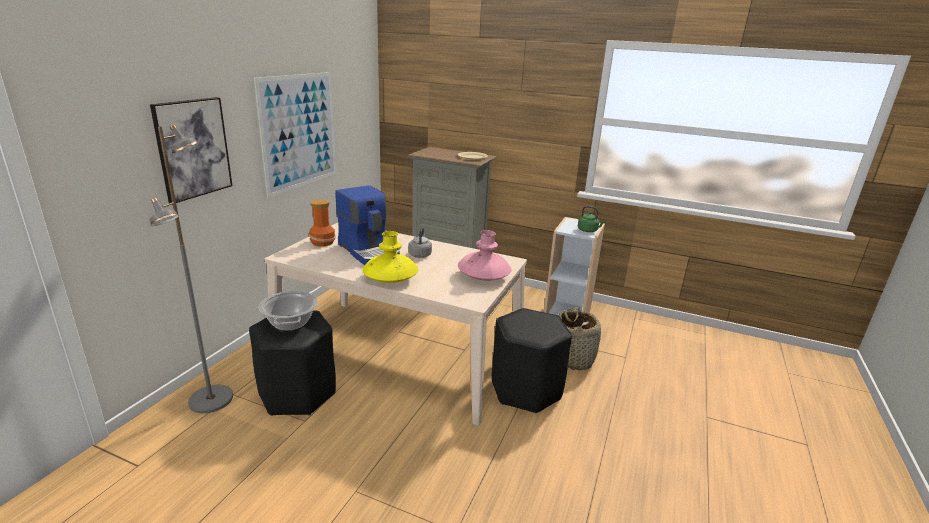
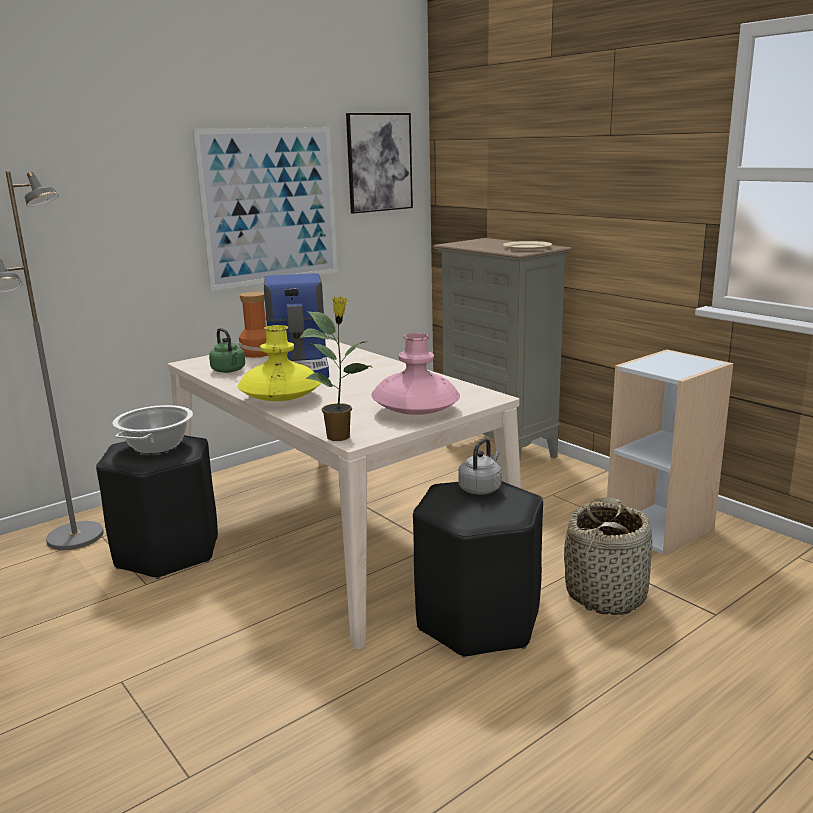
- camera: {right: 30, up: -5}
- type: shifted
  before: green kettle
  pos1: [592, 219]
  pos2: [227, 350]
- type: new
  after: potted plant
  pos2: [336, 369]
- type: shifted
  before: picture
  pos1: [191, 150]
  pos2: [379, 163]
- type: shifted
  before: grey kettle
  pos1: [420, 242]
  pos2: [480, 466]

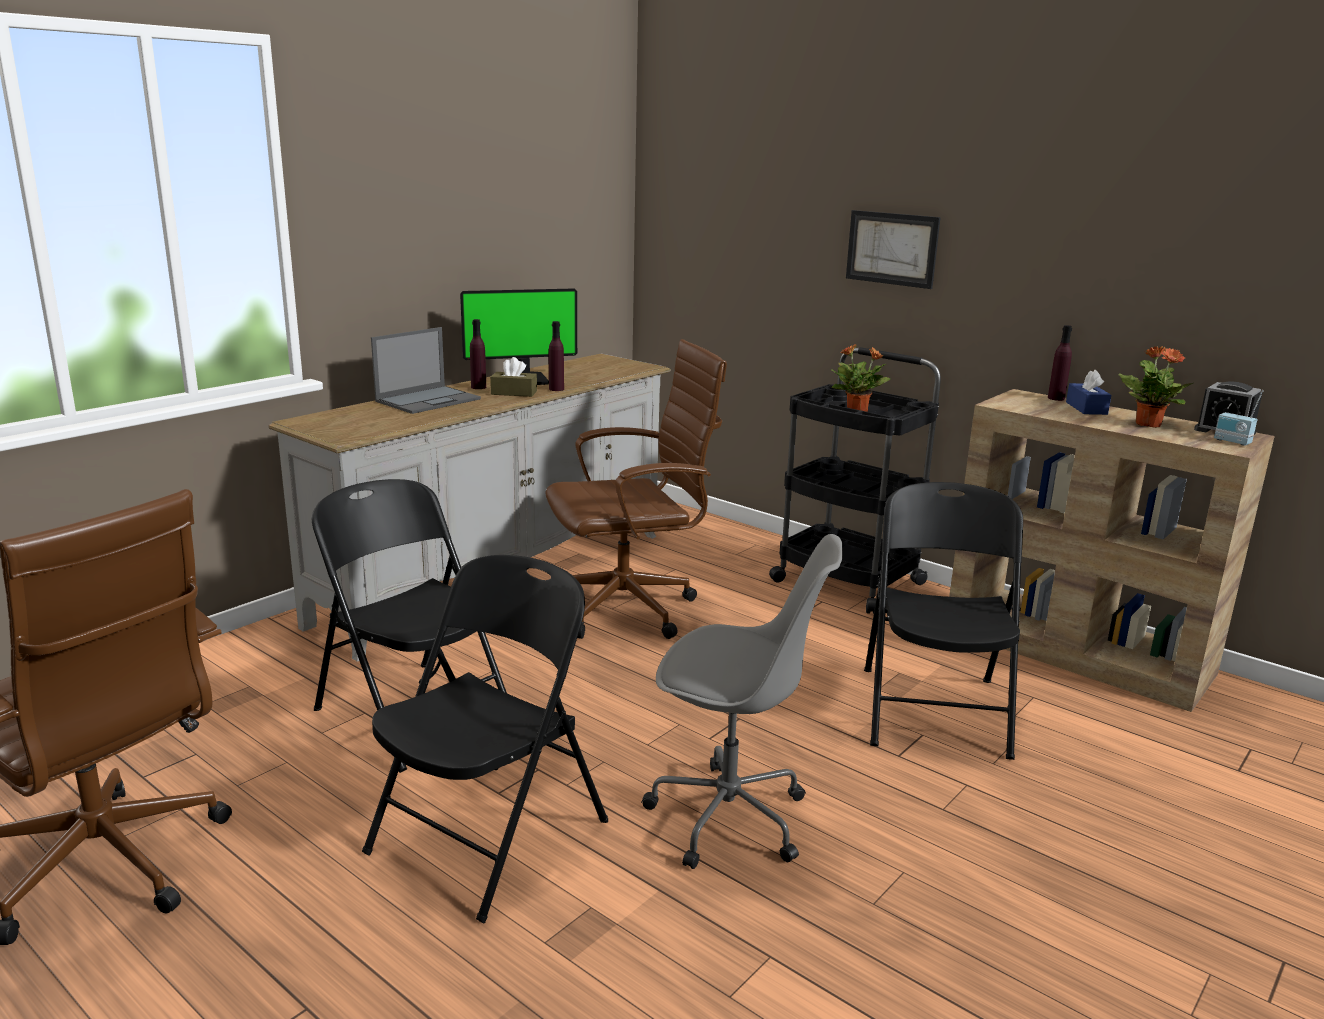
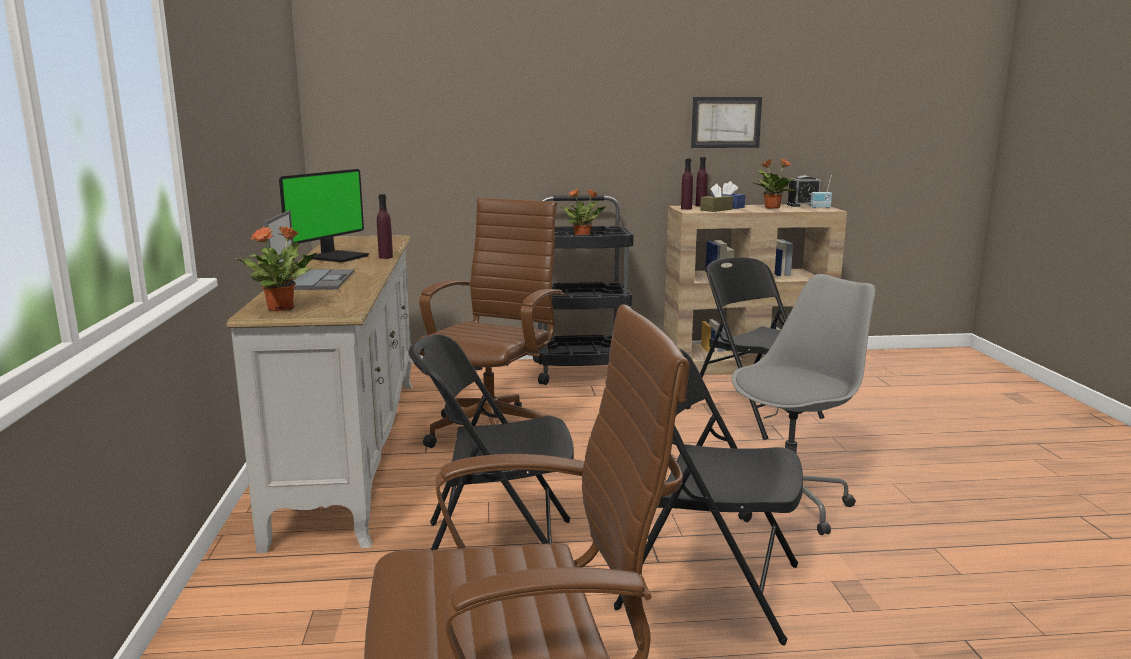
- camera: {right: -45, up: -5}
- type: new
  after: potted plant
  pos2: [276, 268]
- type: rotated
  before: black chair
  pos1: [485, 739]
  pos2: [708, 497]
  turn: -60
- type: shifted
  before: purple bottle
  pos1: [478, 354]
  pos2: [687, 184]
- type: shifted
  before: picture
  pos1: [893, 249]
  pos2: [726, 122]
- type: shifted
  before: brown tissue box
  pos1: [513, 377]
  pos2: [716, 197]

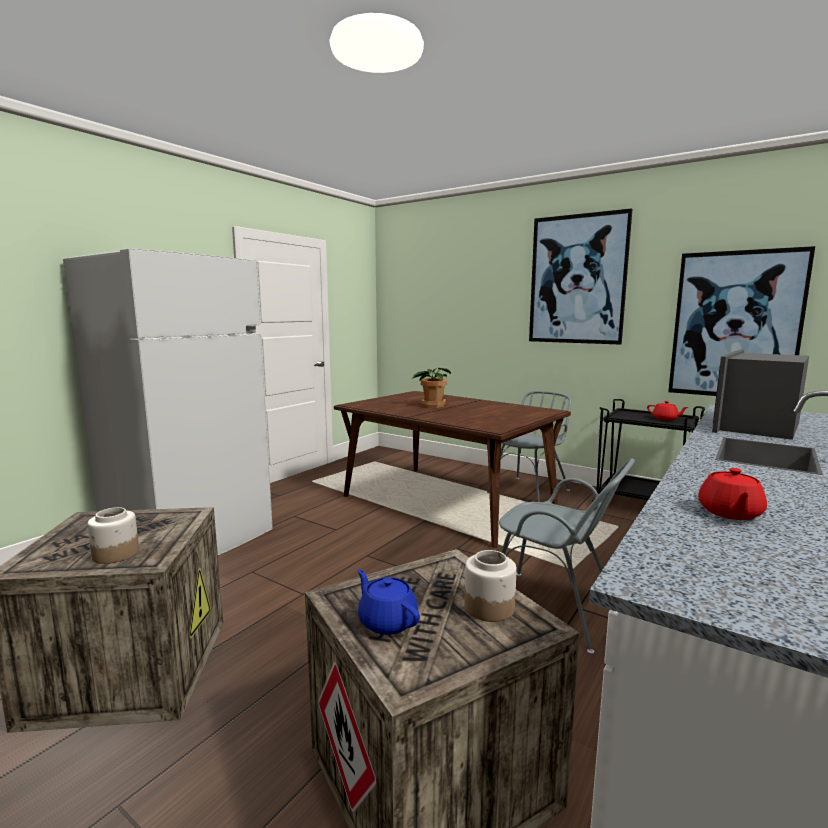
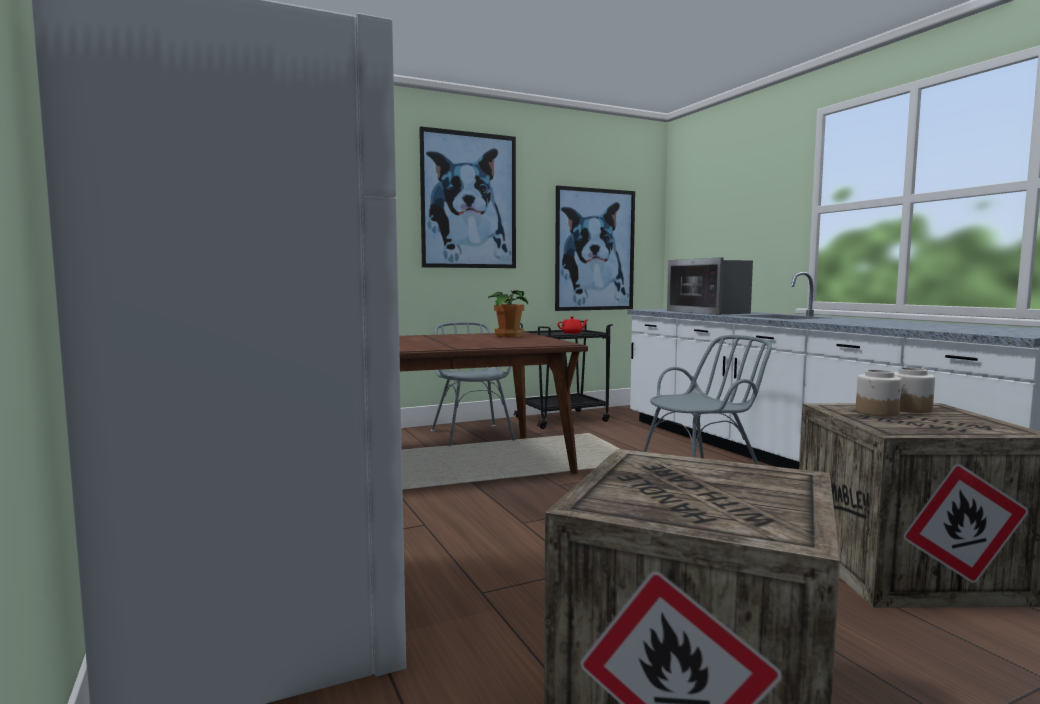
- camera: {right: -60, up: -5}
- type: shifted
  before: potted plant
  pos1: [431, 388]
  pos2: [508, 313]
- type: shifted
  before: jar
  pos1: [113, 535]
  pos2: [879, 393]
- type: gone
  before: blue teapot
  pos1: [388, 602]
- type: gone
  before: red teapot
  pos1: [732, 494]

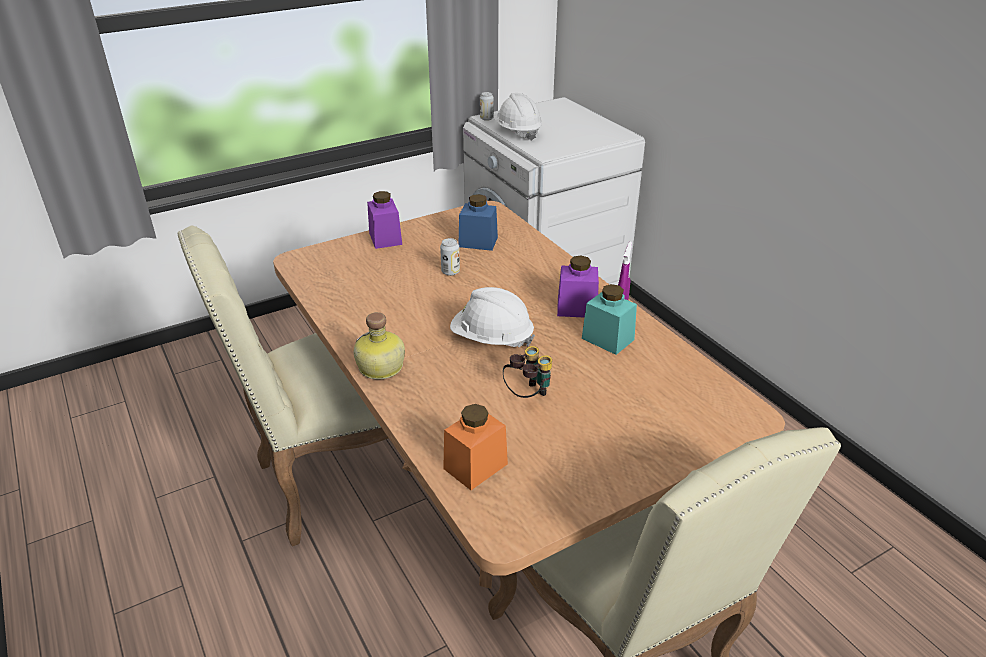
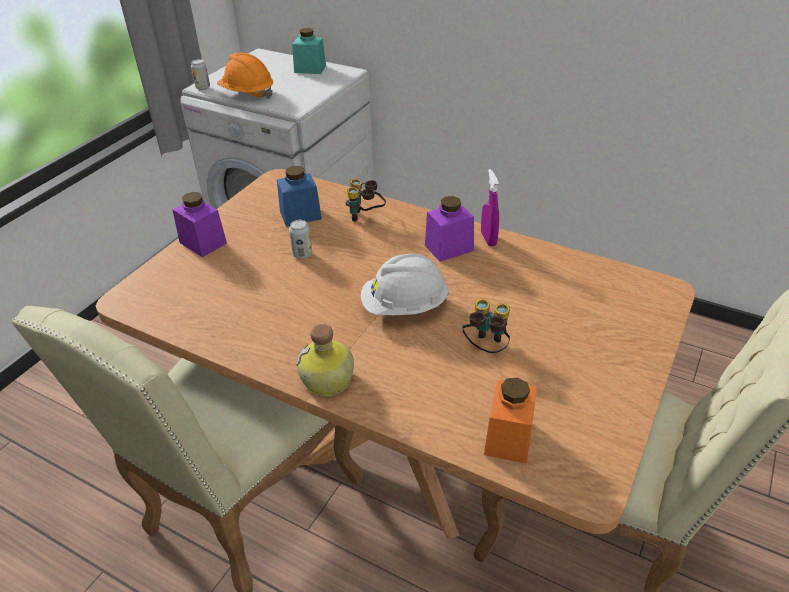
- camera: {right: -30, up: 5}
- type: repainted
  before: white hard hat
  after: orange hard hat
  pos1: [518, 117]
  pos2: [245, 76]
- type: shifted
  before: turquoise jar
  pos1: [609, 319]
  pos2: [309, 51]
- type: new
  after: binoculars
  pos2: [366, 200]

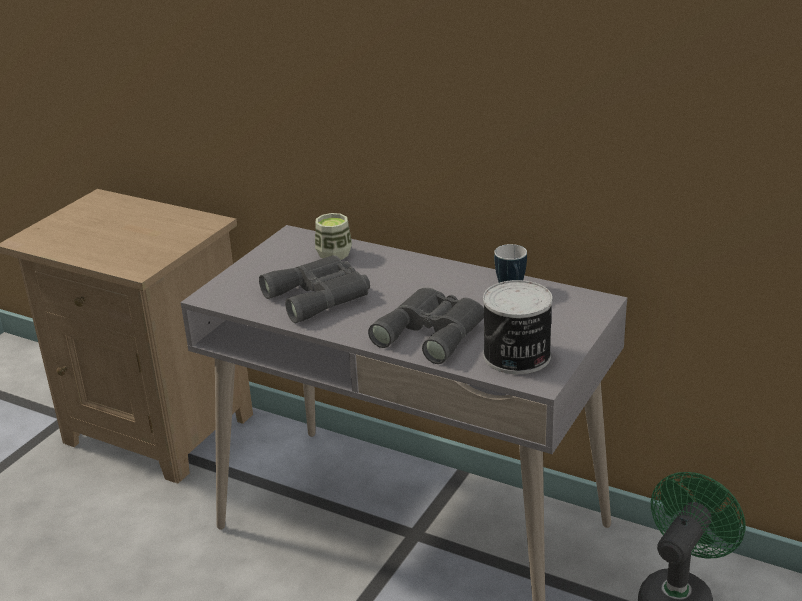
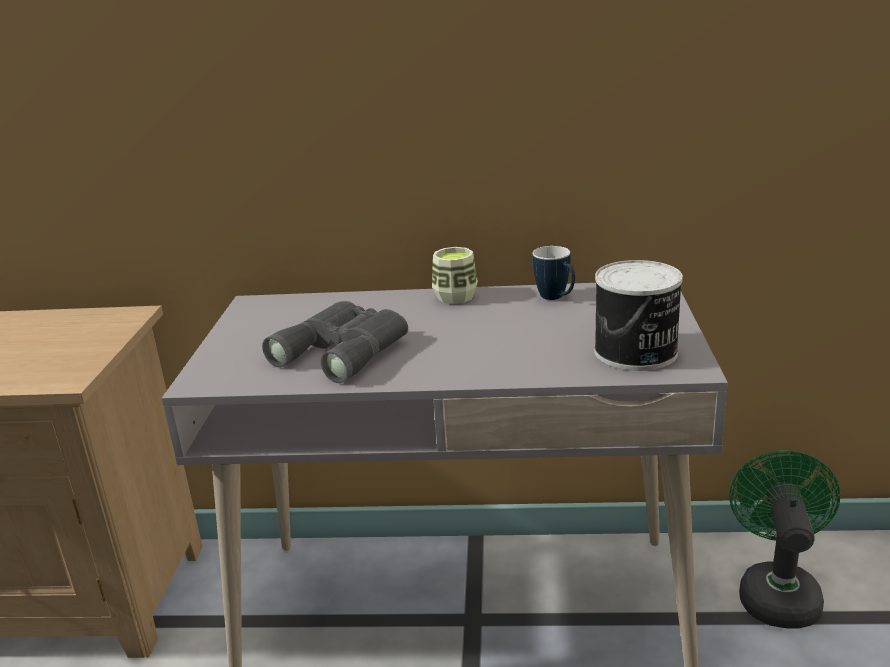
- camera: {right: -25, up: -5}
- type: shifted
  before: cup
  pos1: [333, 236]
  pos2: [455, 275]
- type: gone
  before: grey binoculars
  pos1: [426, 326]

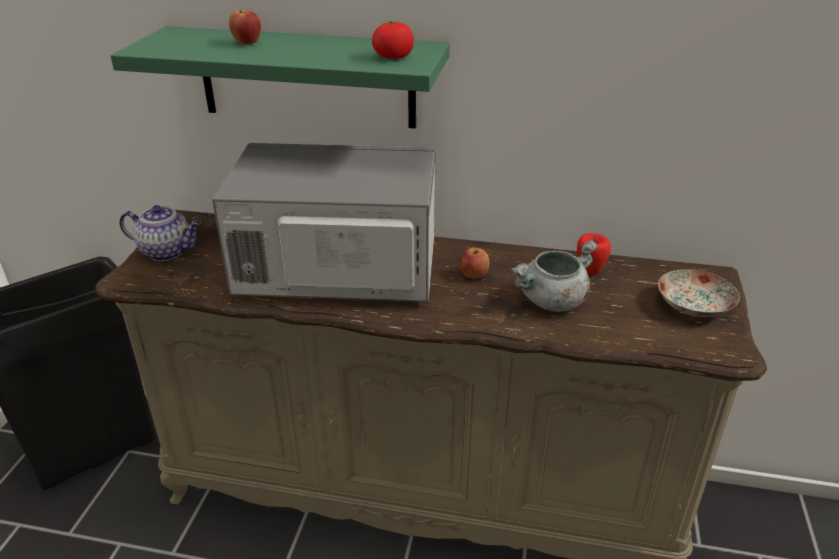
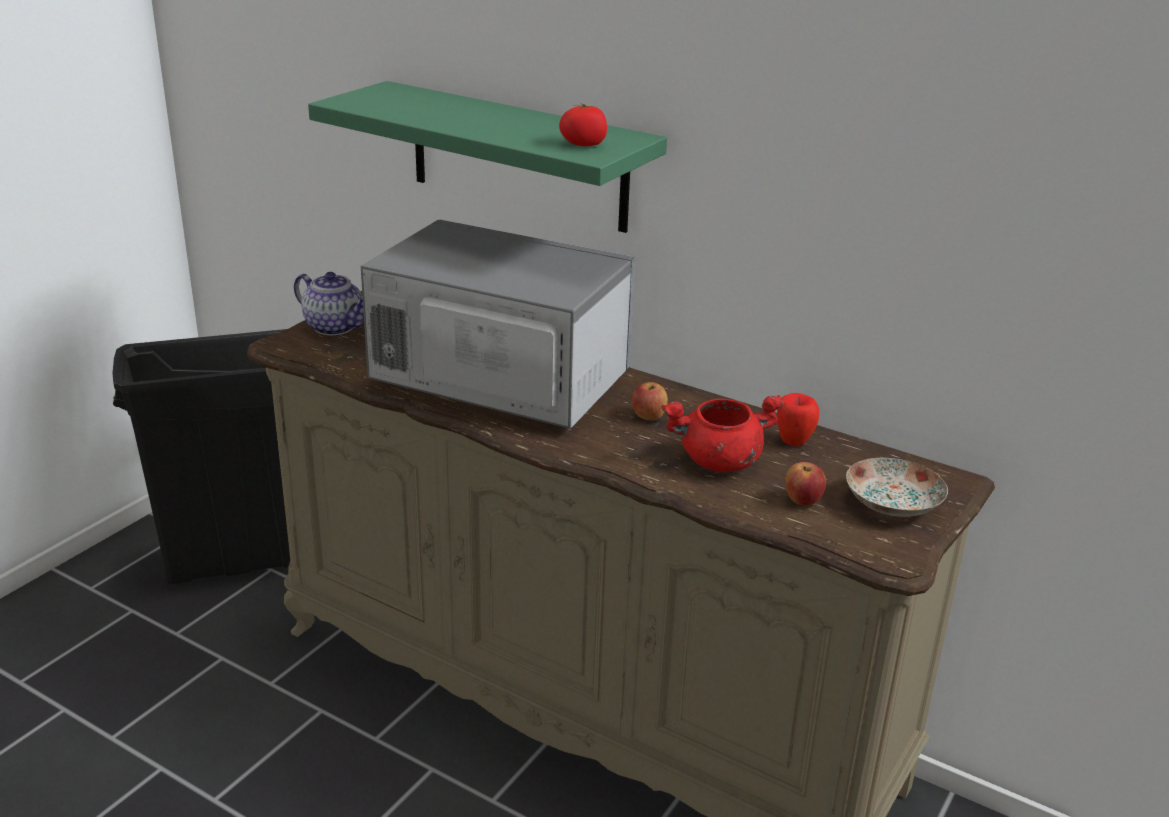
- camera: {right: 20, up: -5}
- type: repainted
  before: grey cooking pot
  after: red cooking pot
  pos1: [554, 276]
  pos2: [722, 433]
- type: shifted
  before: apple
  pos1: [245, 27]
  pos2: [805, 484]

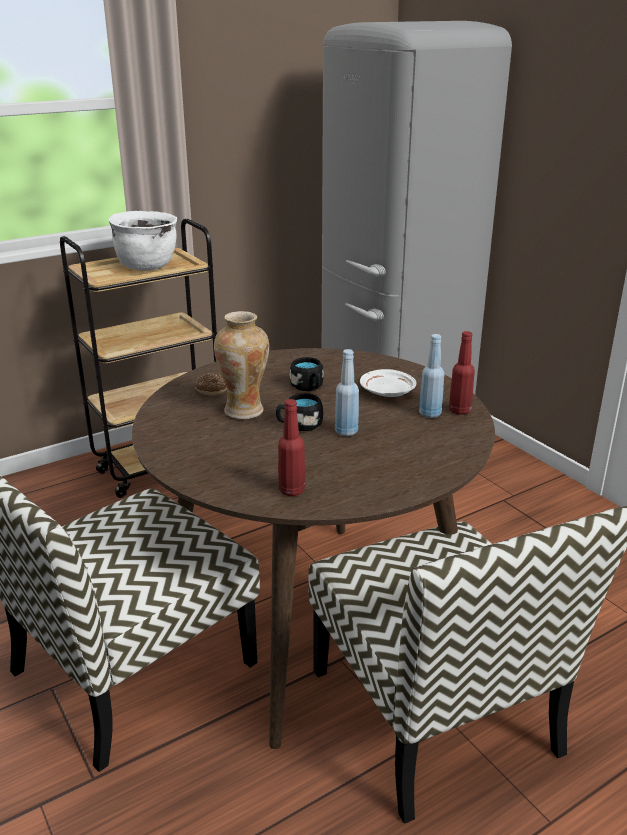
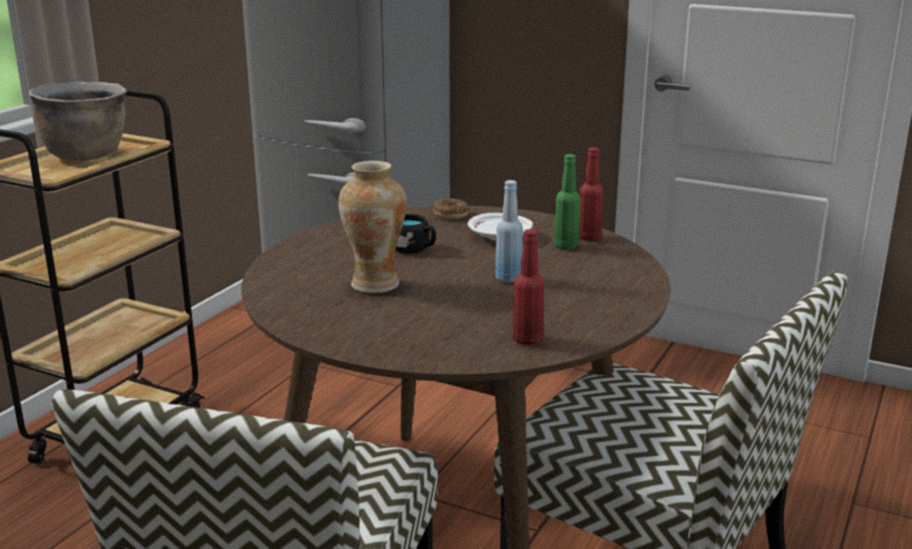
- camera: {right: -30, up: -5}
- type: repainted
  before: white cooking pot
  after: brown cooking pot
  pos1: [142, 241]
  pos2: [78, 121]
- type: shifted
  before: donut
  pos1: [211, 384]
  pos2: [451, 208]
- type: repainted
  before: blue bottle
  after: green bottle
  pos1: [431, 376]
  pos2: [567, 201]
- type: gone
  before: black mug
  pos1: [299, 412]

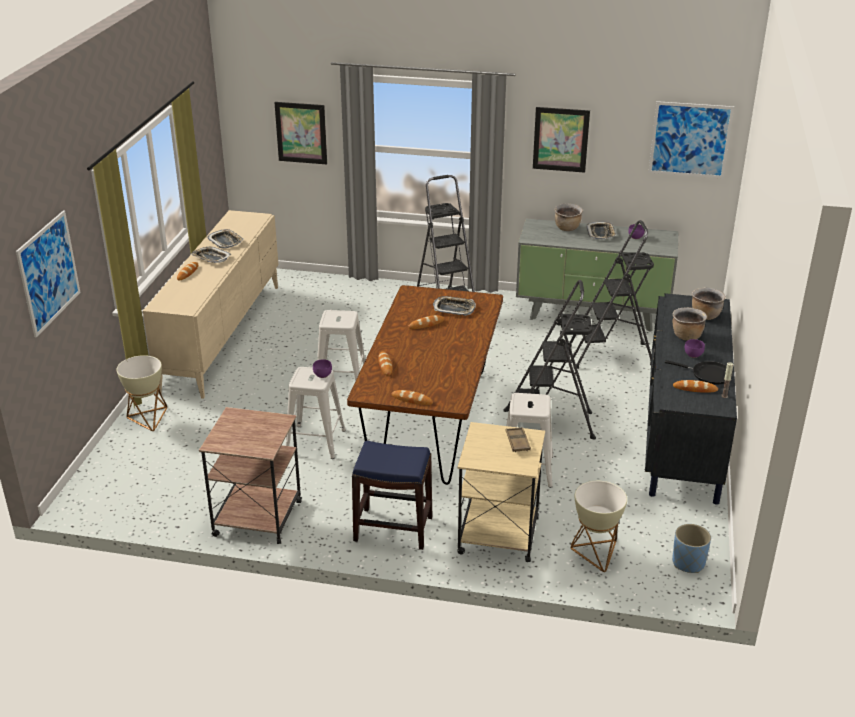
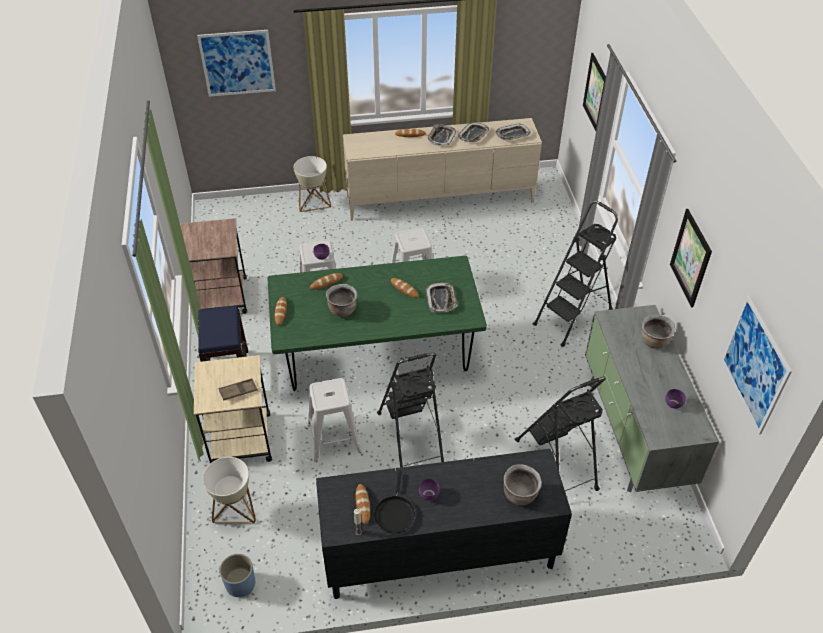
- camera: {right: 70, up: 15}
- type: repainted
  before: brown dining table
  after: green dining table
  pos1: [425, 385]
  pos2: [377, 323]
- type: shifted
  before: brown cooking pot
  pos1: [689, 324]
  pos2: [341, 300]
- type: shifted
  before: tray
  pos1: [601, 230]
  pos2: [513, 132]

